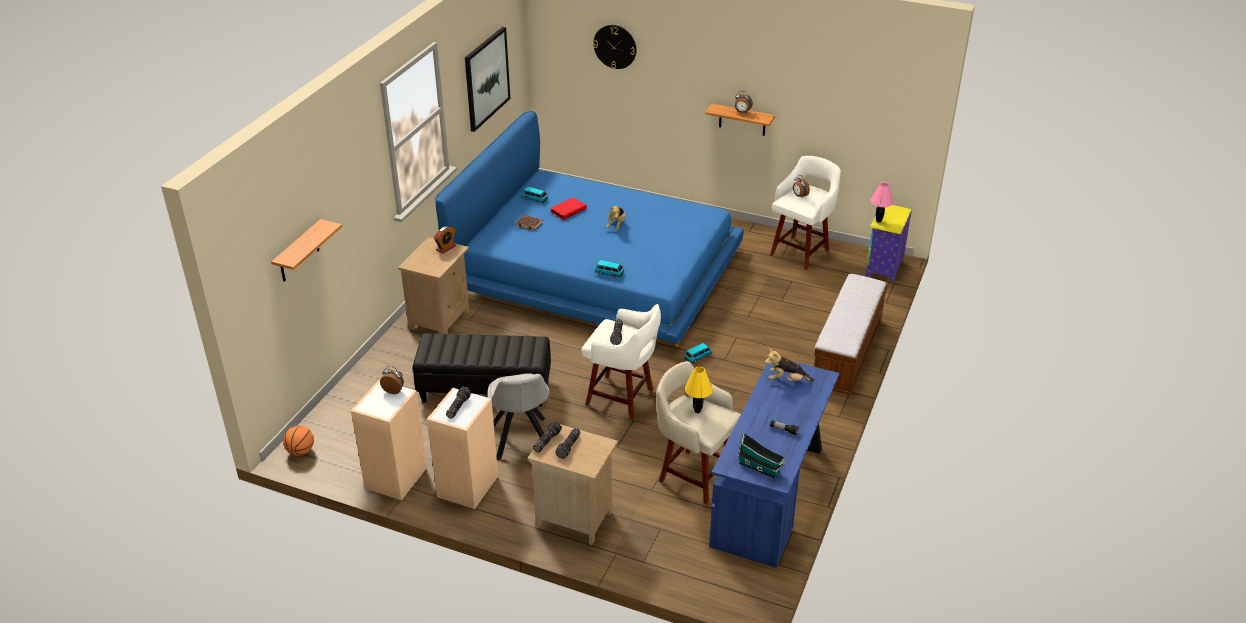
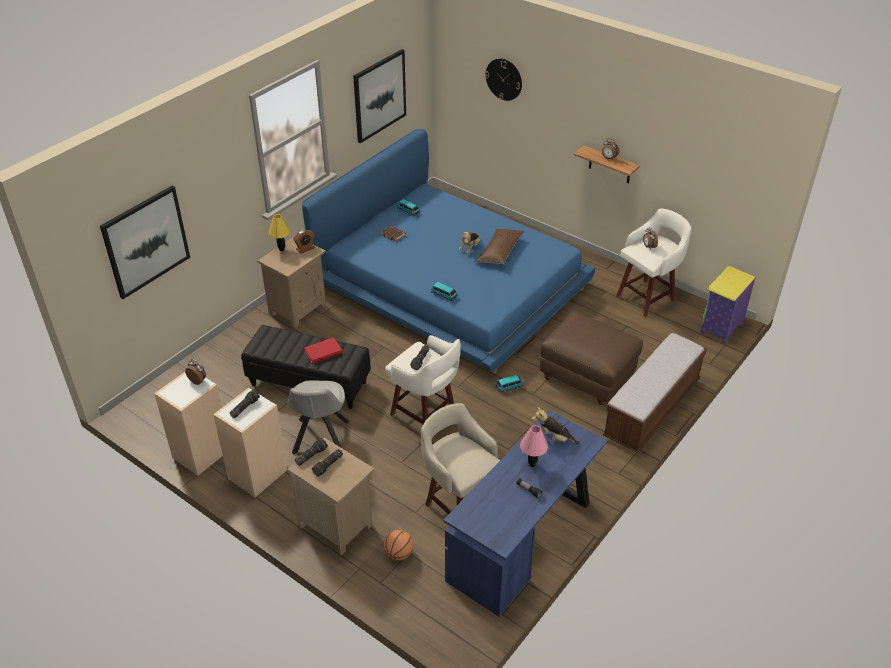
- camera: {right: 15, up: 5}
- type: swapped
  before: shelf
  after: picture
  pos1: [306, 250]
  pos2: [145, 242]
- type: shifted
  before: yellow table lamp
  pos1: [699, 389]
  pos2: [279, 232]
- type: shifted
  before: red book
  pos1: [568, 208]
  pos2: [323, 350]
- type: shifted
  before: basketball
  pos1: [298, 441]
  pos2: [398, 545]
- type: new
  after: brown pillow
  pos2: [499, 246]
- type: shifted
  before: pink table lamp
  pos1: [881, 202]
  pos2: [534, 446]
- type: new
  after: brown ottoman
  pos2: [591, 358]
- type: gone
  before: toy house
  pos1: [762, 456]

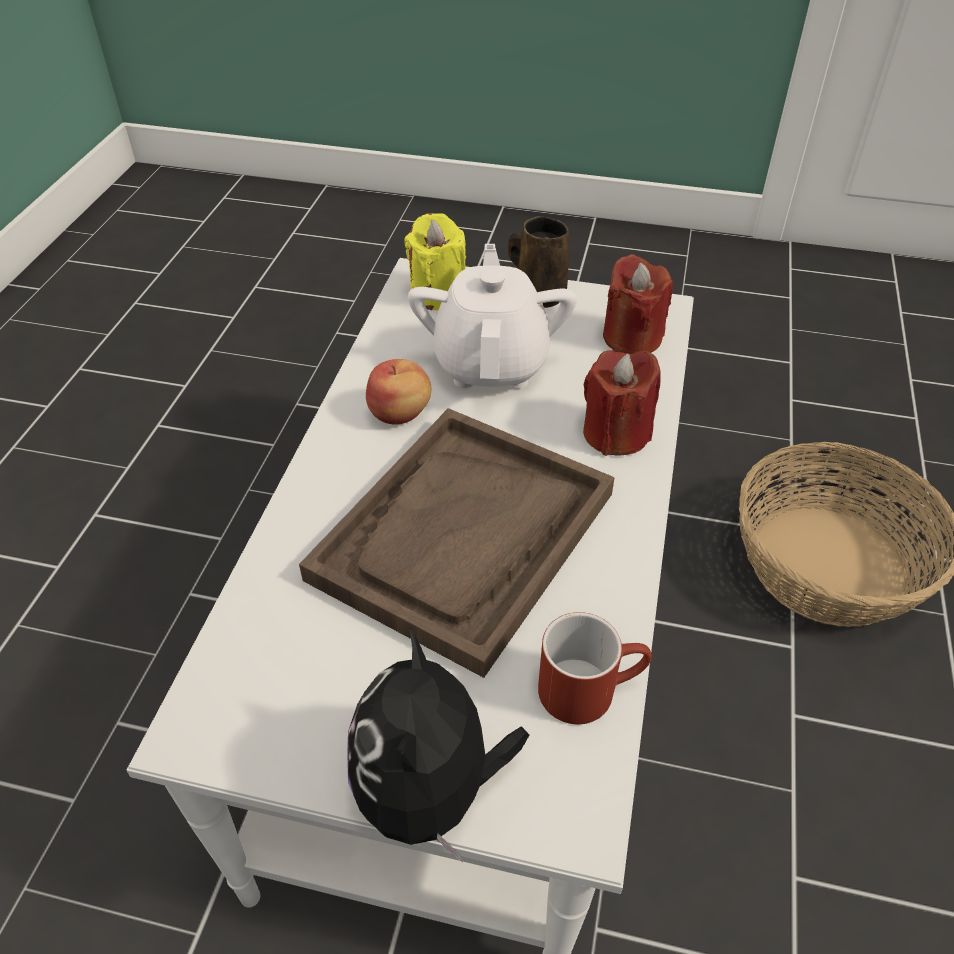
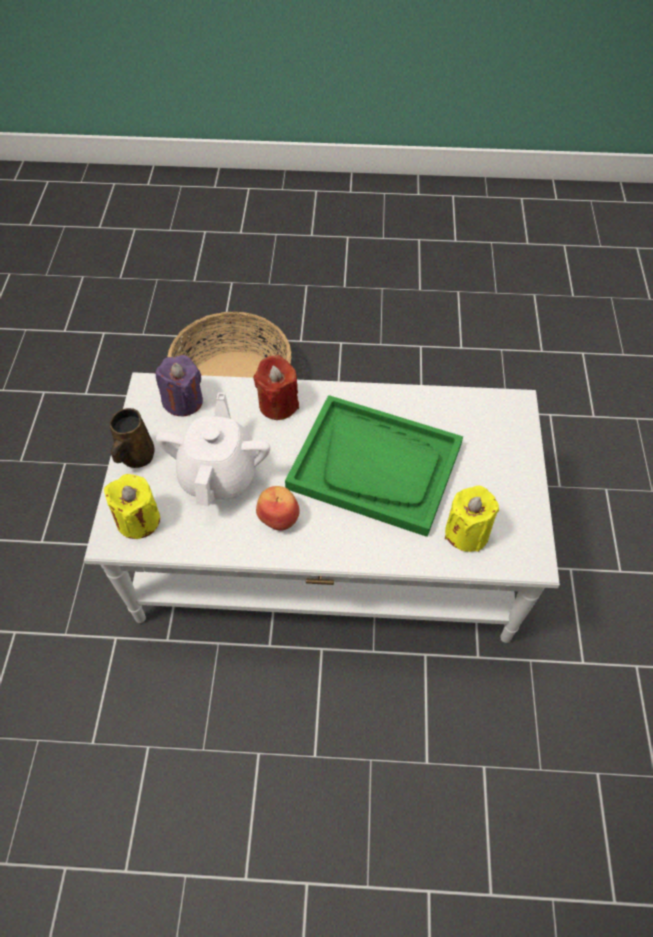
- camera: {right: -100, up: 10}
- type: repainted
  before: red candle
  after: purple candle
  pos1: [638, 304]
  pos2: [179, 385]
- type: rotated
  before: white teapot
  pos1: [492, 316]
  pos2: [213, 449]
  turn: 105
- type: repainted
  before: brown tray
  after: green tray
  pos1: [457, 543]
  pos2: [374, 466]
- type: new
  after: yellow candle
  pos2: [472, 519]
- type: gone
  before: plush toy
  pos1: [438, 745]
- type: gone
  before: red mug
  pos1: [595, 668]

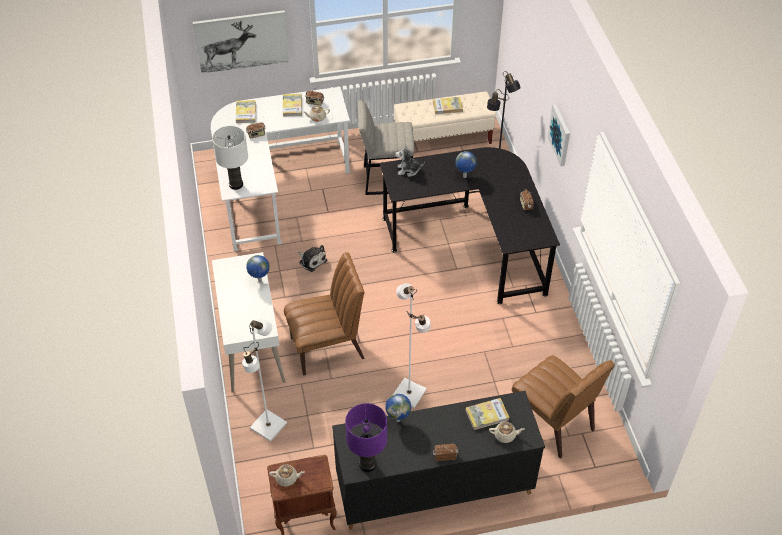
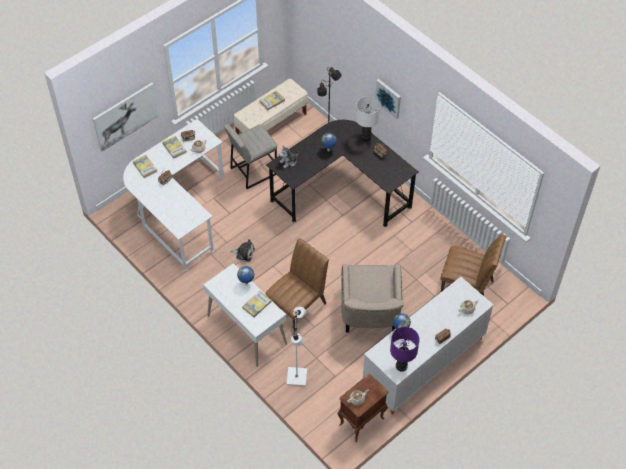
- camera: {right: -30, up: 5}
- type: shifted
  before: book
  pos1: [487, 414]
  pos2: [256, 304]
- type: swapped
  before: white floor lamp
  after: beige armchair
  pos1: [412, 345]
  pos2: [372, 298]
- type: shifted
  before: white table lamp
  pos1: [230, 158]
  pos2: [368, 118]
- type: repainted
  before: black dresser
  after: white dresser
  pos1: [438, 460]
  pos2: [428, 345]

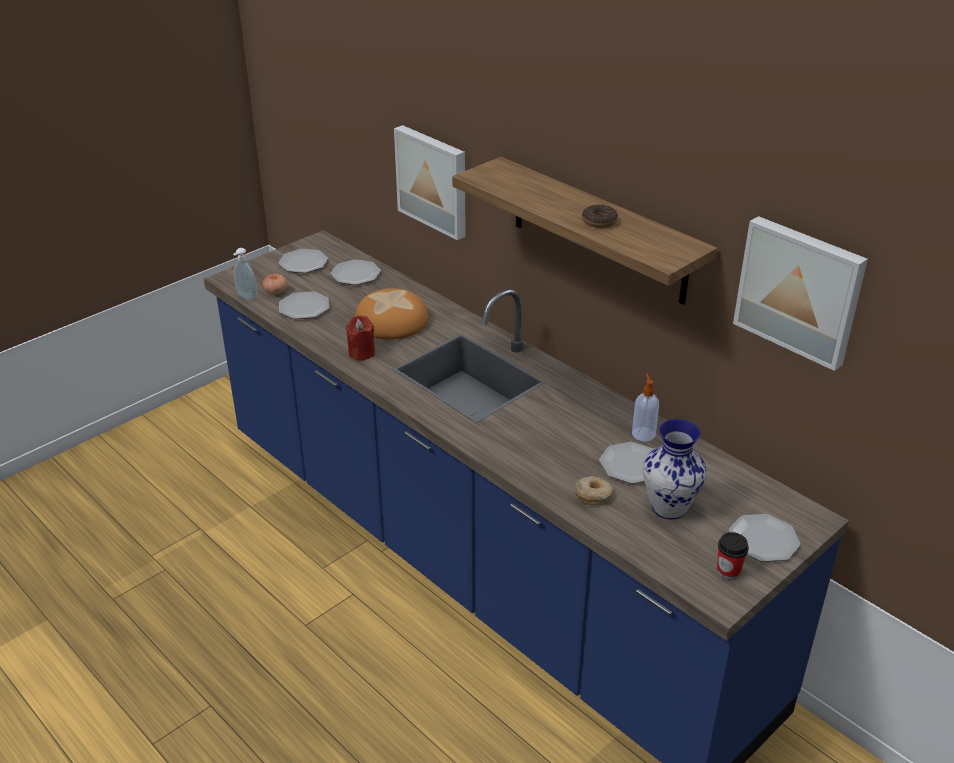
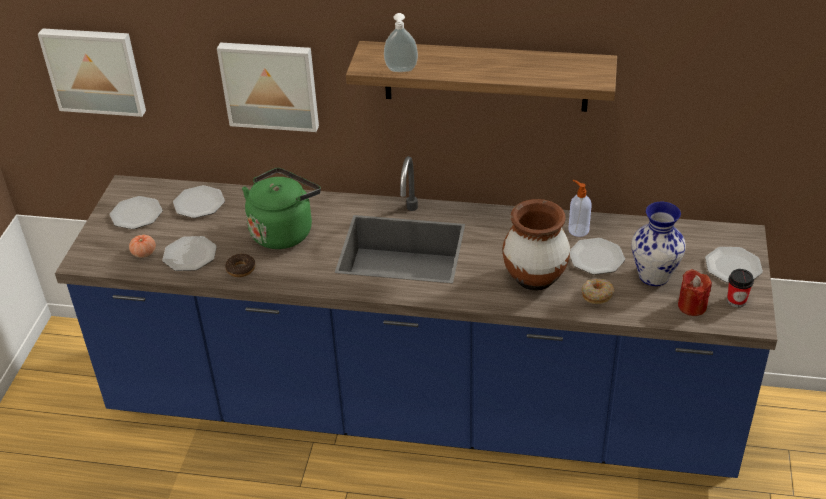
- camera: {right: -35, up: 5}
- type: shifted
  before: picture
  pos1: [800, 293]
  pos2: [92, 72]
- type: shifted
  before: donut
  pos1: [600, 216]
  pos2: [240, 265]
- type: swapped
  before: bread
  after: green kettle
  pos1: [392, 313]
  pos2: [281, 208]
- type: shifted
  before: soap dispenser
  pos1: [245, 274]
  pos2: [401, 42]
- type: new
  after: brown vase
  pos2: [536, 245]
- type: shifted
  before: red candle
  pos1: [360, 337]
  pos2: [695, 292]

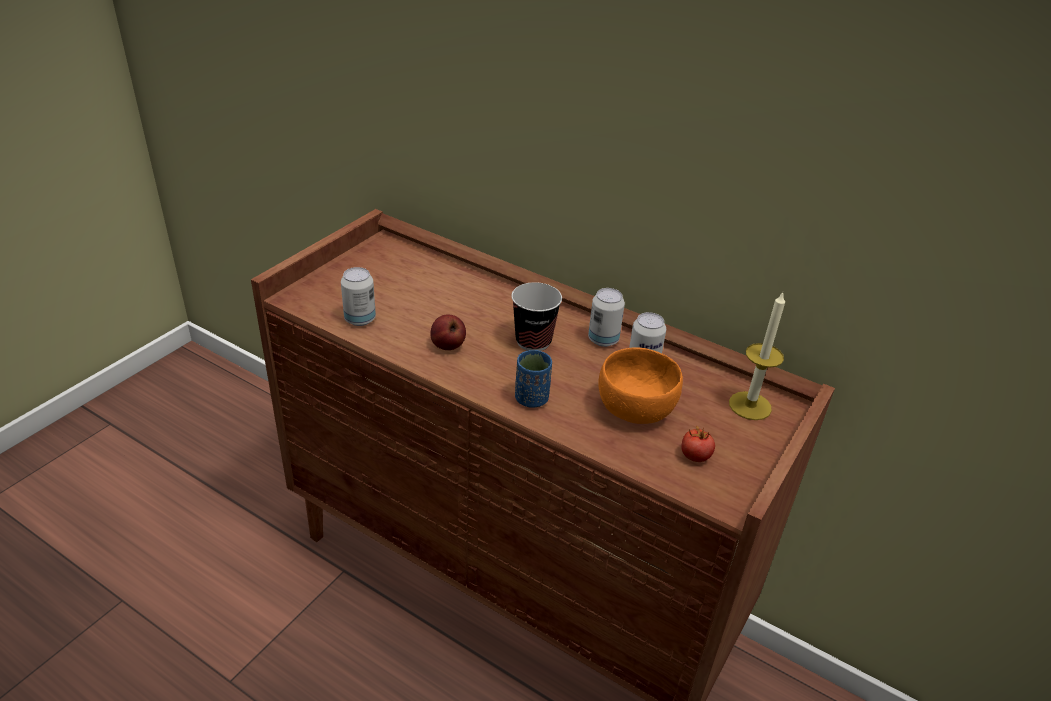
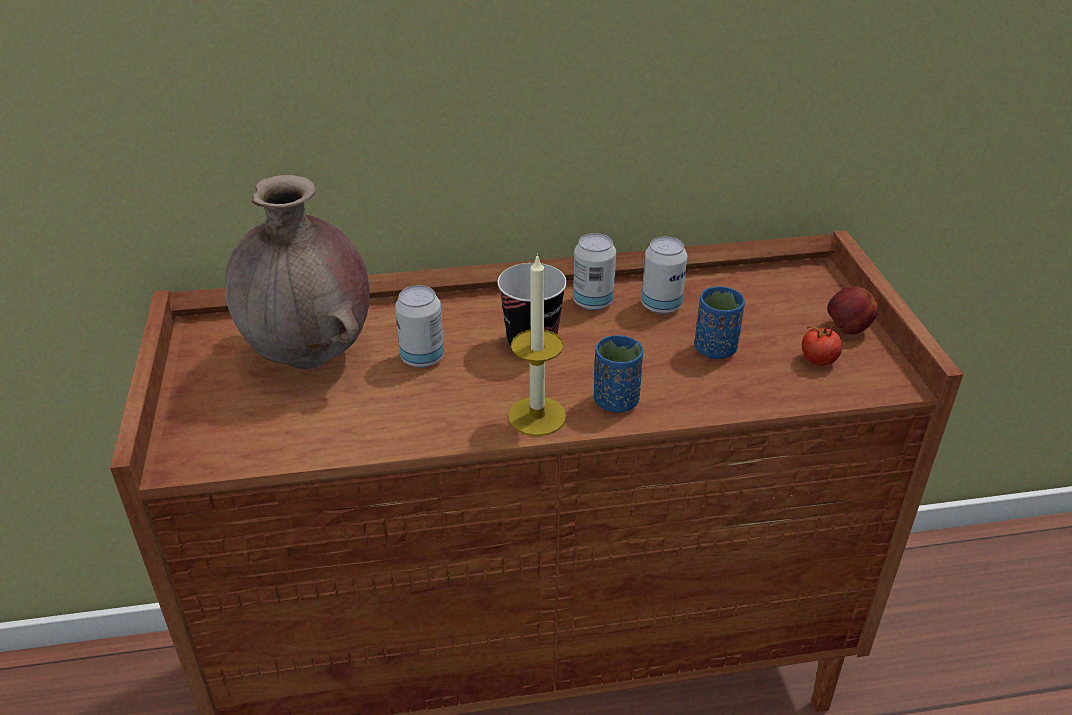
- camera: {right: -40, up: 0}
- type: new
  after: brown vase
  pos2: [297, 272]
- type: shifted
  before: can
  pos1: [358, 296]
  pos2: [419, 326]
- type: shifted
  before: candle
  pos1: [757, 356]
  pos2: [537, 344]
- type: swapped
  before: orange bowl
  after: blue cup
  pos1: [640, 385]
  pos2: [719, 322]
- type: shifted
  before: apple
  pos1: [448, 332]
  pos2: [852, 310]

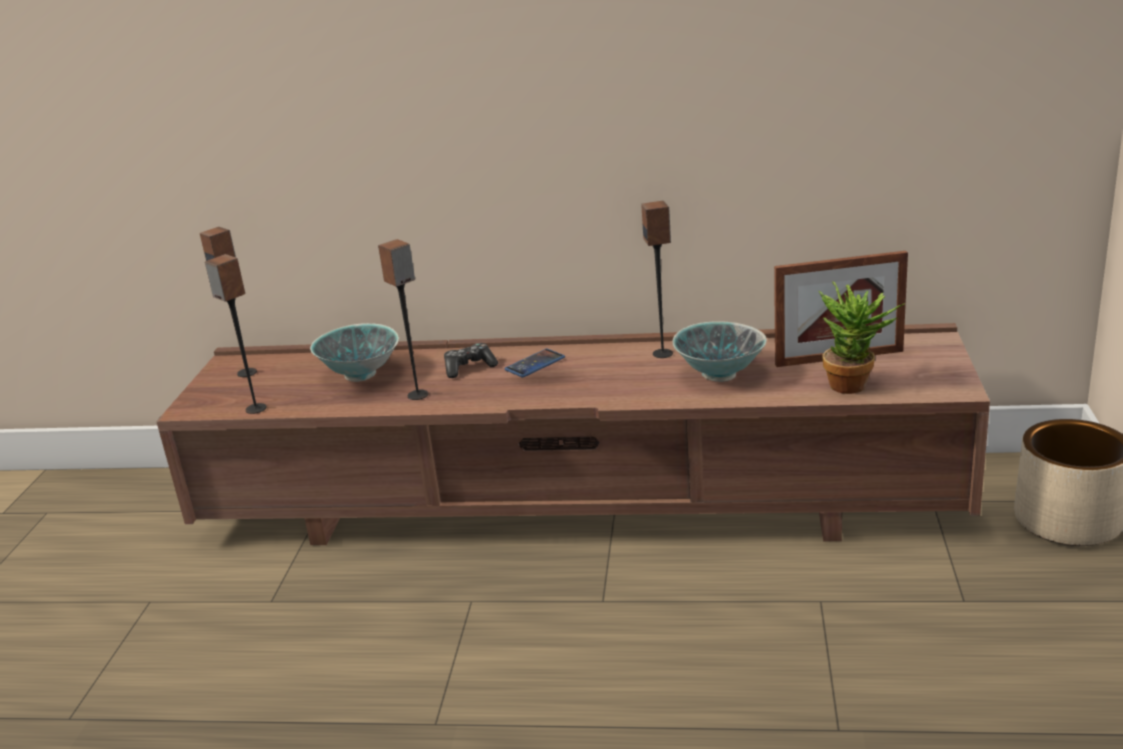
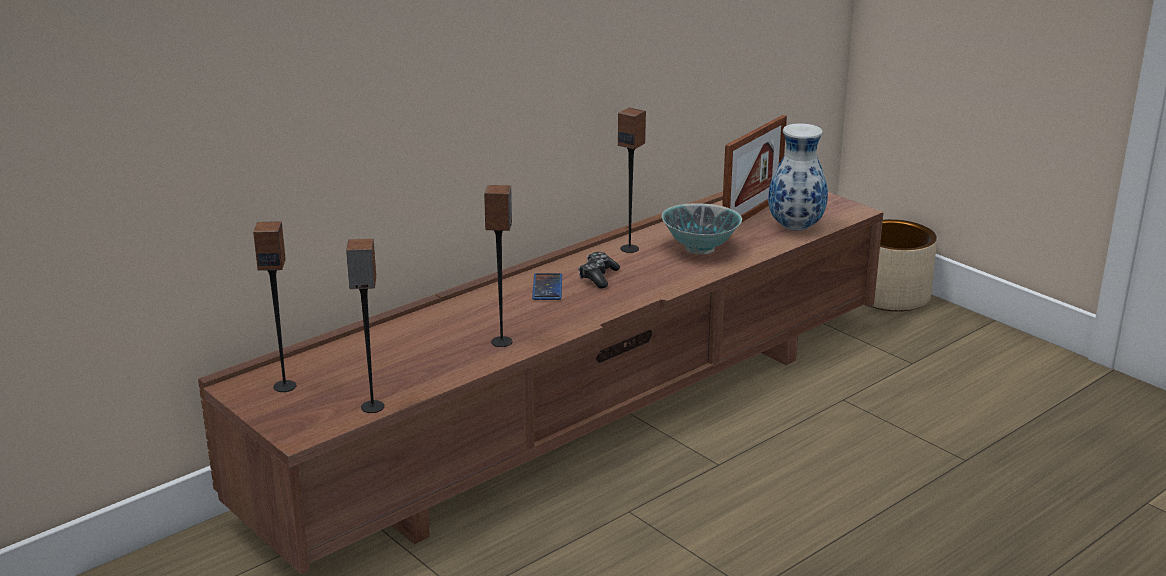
- camera: {right: -50, up: 0}
- type: shifted
  before: game controller
  pos1: [471, 360]
  pos2: [599, 270]
- type: swapped
  before: potted plant
  after: vase
  pos1: [862, 337]
  pos2: [798, 177]
- type: gone
  before: bowl
  pos1: [354, 352]

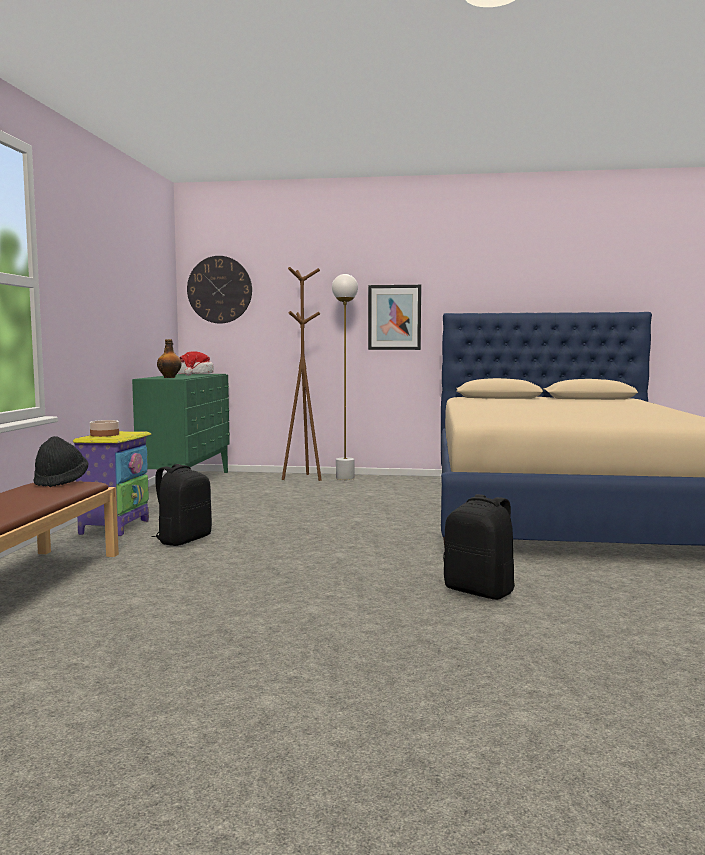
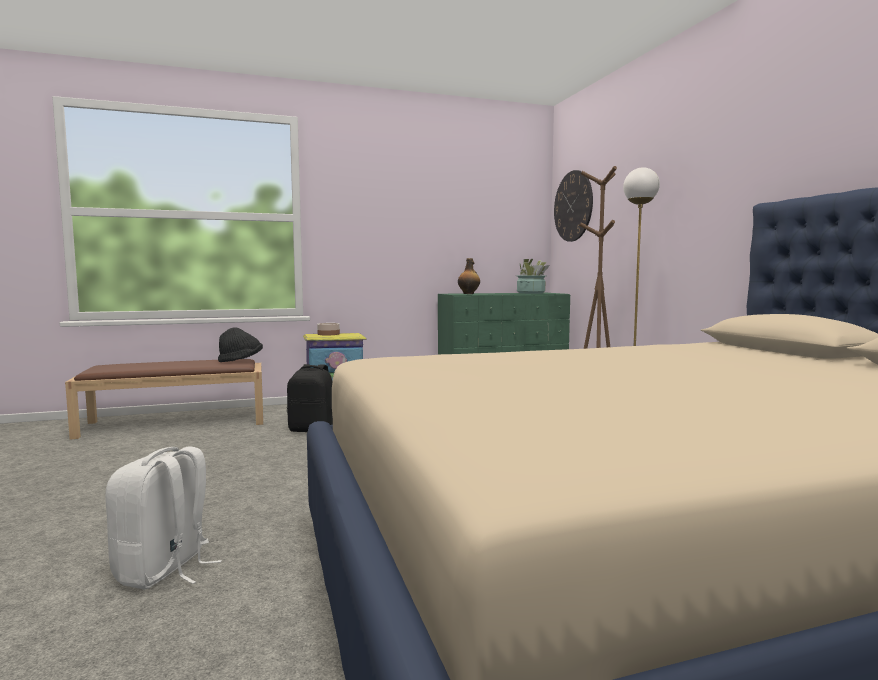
- camera: {right: 65, up: 0}
- type: repainted
  before: black backpack
  after: white backpack
  pos1: [479, 547]
  pos2: [164, 518]
- type: swapped
  before: hat
  after: potted plant
  pos1: [196, 363]
  pos2: [533, 276]
- type: gone
  before: picture
  pos1: [394, 317]

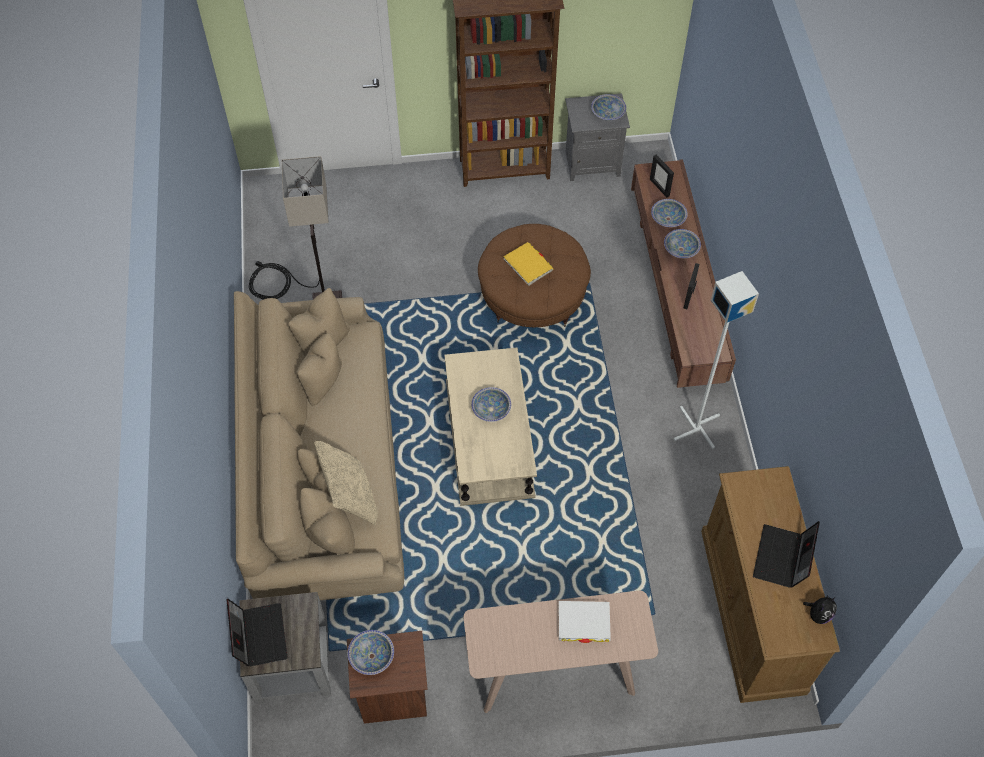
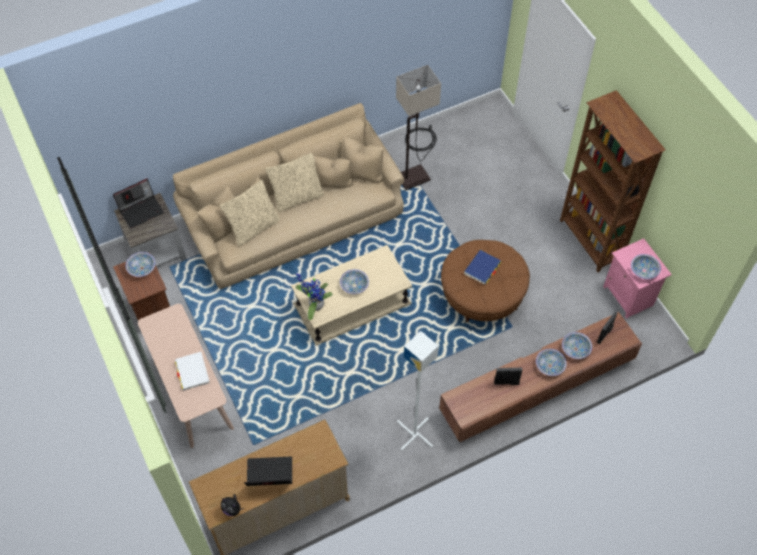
- camera: {right: 70, up: 0}
- type: new
  after: beige pillow
  pos2: [294, 182]
- type: new
  after: potted plant
  pos2: [314, 297]
- type: repainted
  before: yellow book
  after: blue book
  pos1: [528, 264]
  pos2: [482, 267]
- type: repainted
  before: grey nightstand
  after: pink nightstand
  pos1: [597, 137]
  pos2: [637, 278]

